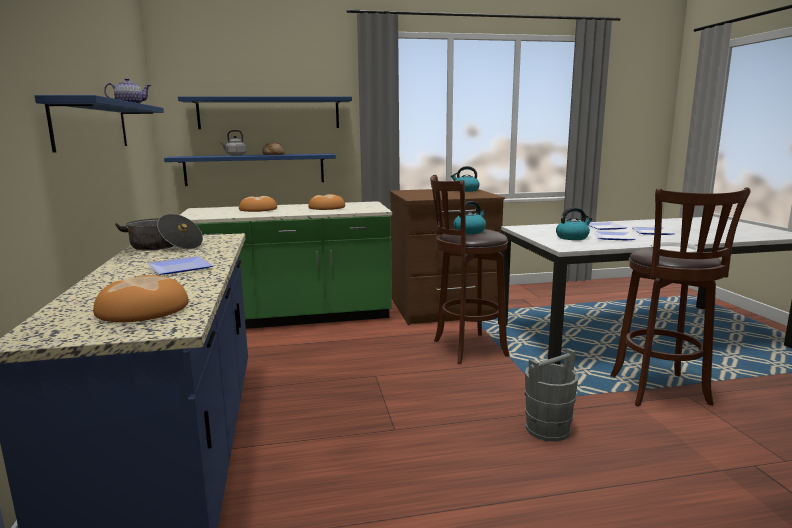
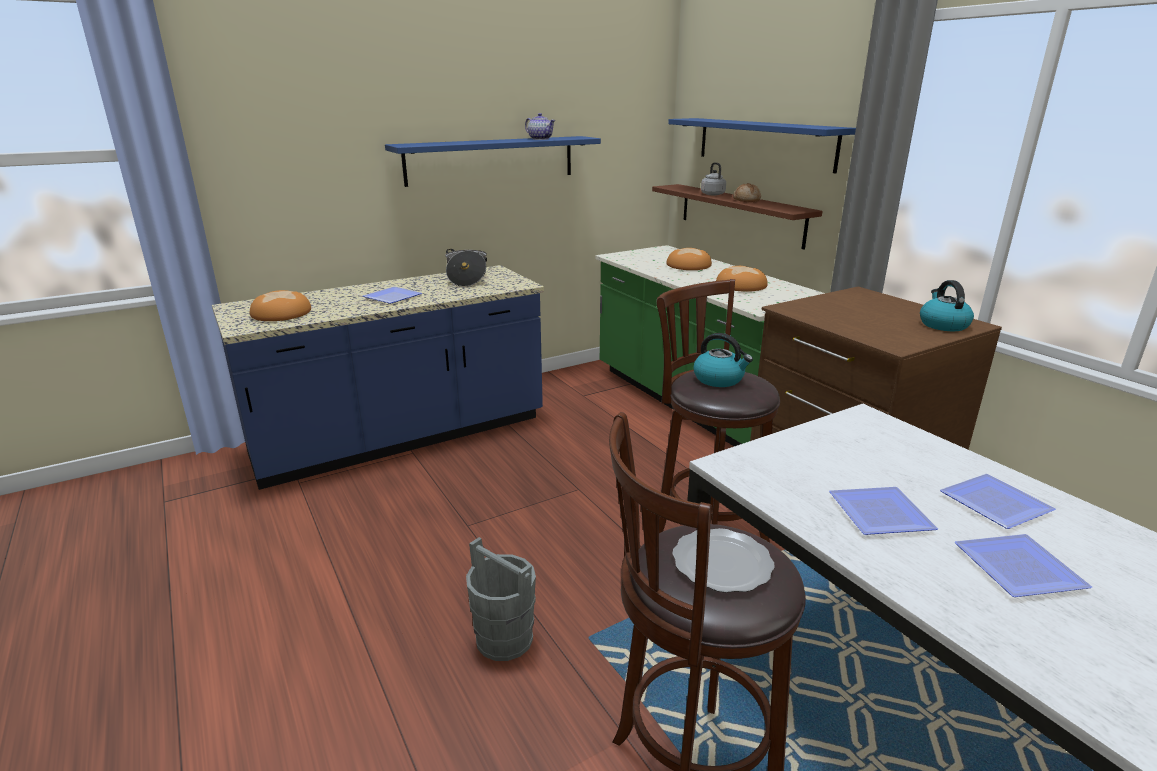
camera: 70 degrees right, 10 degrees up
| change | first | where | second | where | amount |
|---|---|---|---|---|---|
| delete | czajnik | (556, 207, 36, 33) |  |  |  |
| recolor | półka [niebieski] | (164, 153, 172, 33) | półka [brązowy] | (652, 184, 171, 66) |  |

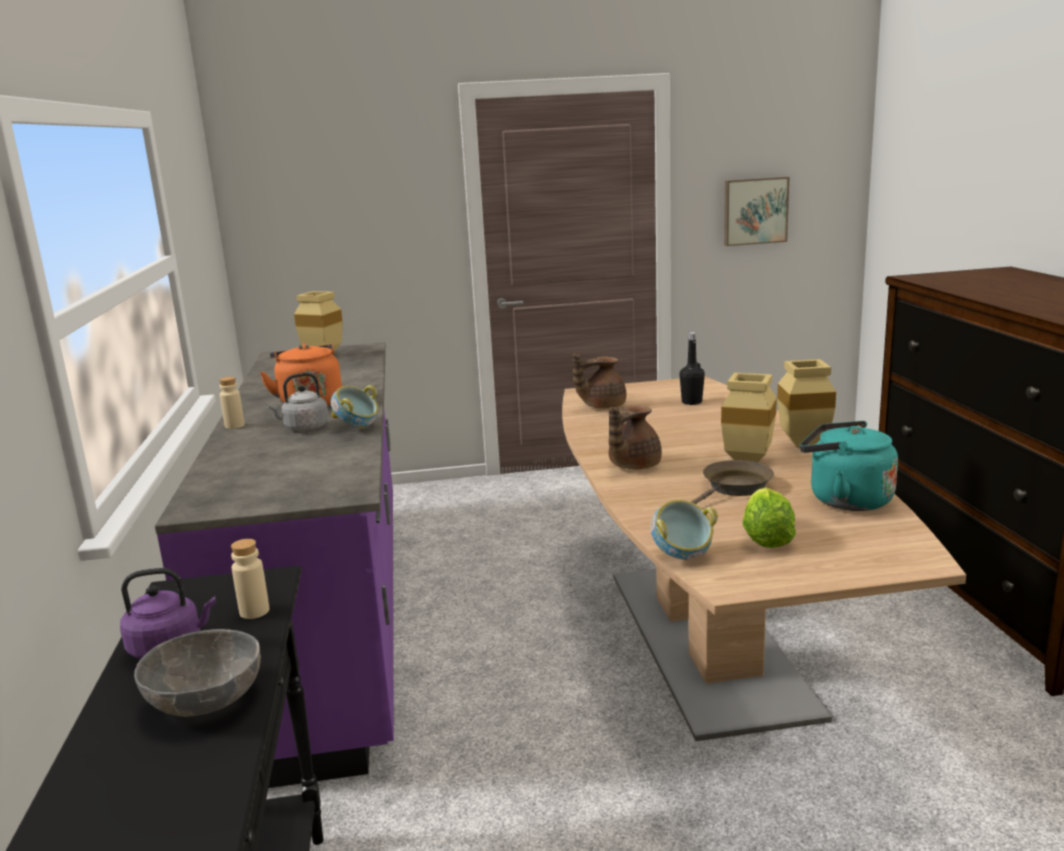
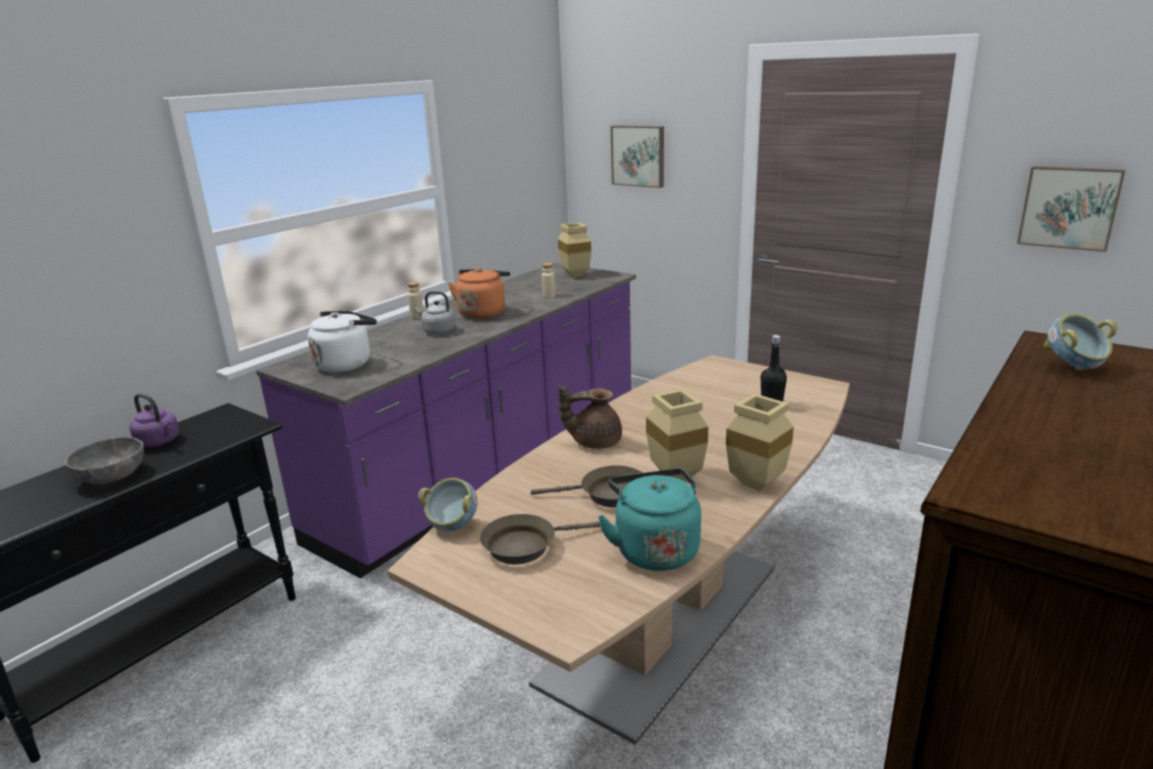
camera: 45 degrees right, 5 degrees up
| change | first | where | second | where | amount |
|---|---|---|---|---|---|
| delete | imbryk [brązowy] | (573, 353, 53, 56) |  |  |  |
| insert |  |  | czajnik [biały] | (308, 311, 69, 61) |  |
| insert |  |  | obraz | (610, 125, 54, 63) |  |
| move | butelka [beżowy] | (231, 539, 38, 80) |  | (542, 263, 13, 35) |  |
| move | miska | (331, 385, 47, 44) |  | (1044, 313, 74, 58) |  |
| replace | sałata | (743, 488, 53, 60) | patelnia [brązowy] | (480, 514, 121, 50) |  |

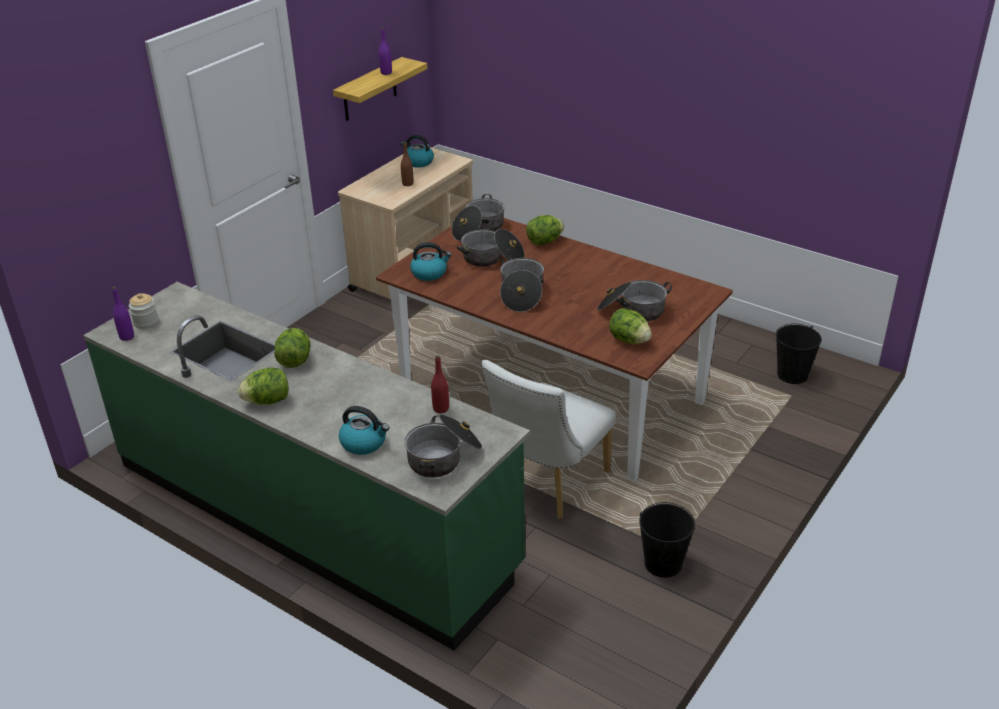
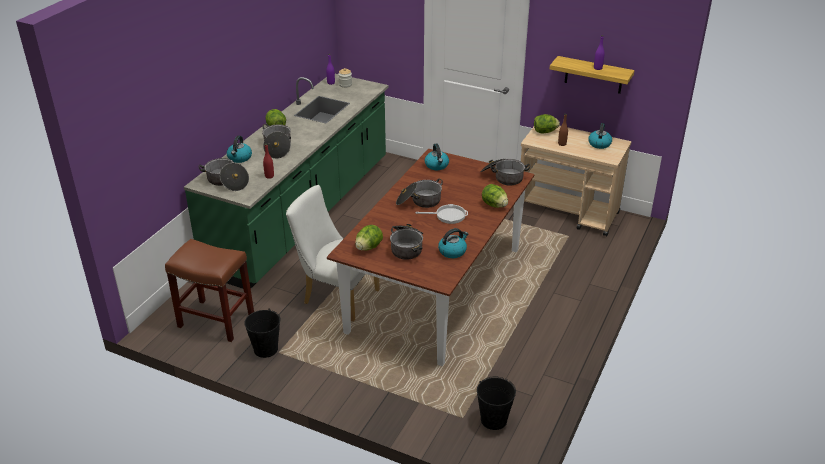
camera: 80 degrees right, 0 degrees up
| change | first | where | second | where | amount |
|---|---|---|---|---|---|
| insert |  |  | stołek [brązowy] | (165, 239, 89, 103) |  |
| insert |  |  | patelnia | (416, 204, 52, 20) |  |
| insert |  |  | czajnik | (438, 228, 30, 30) |  |
| move | sałata | (274, 328, 37, 40) |  | (534, 114, 26, 19) |  |
| move | garnek | (457, 229, 68, 38) |  | (262, 124, 29, 35) |  |

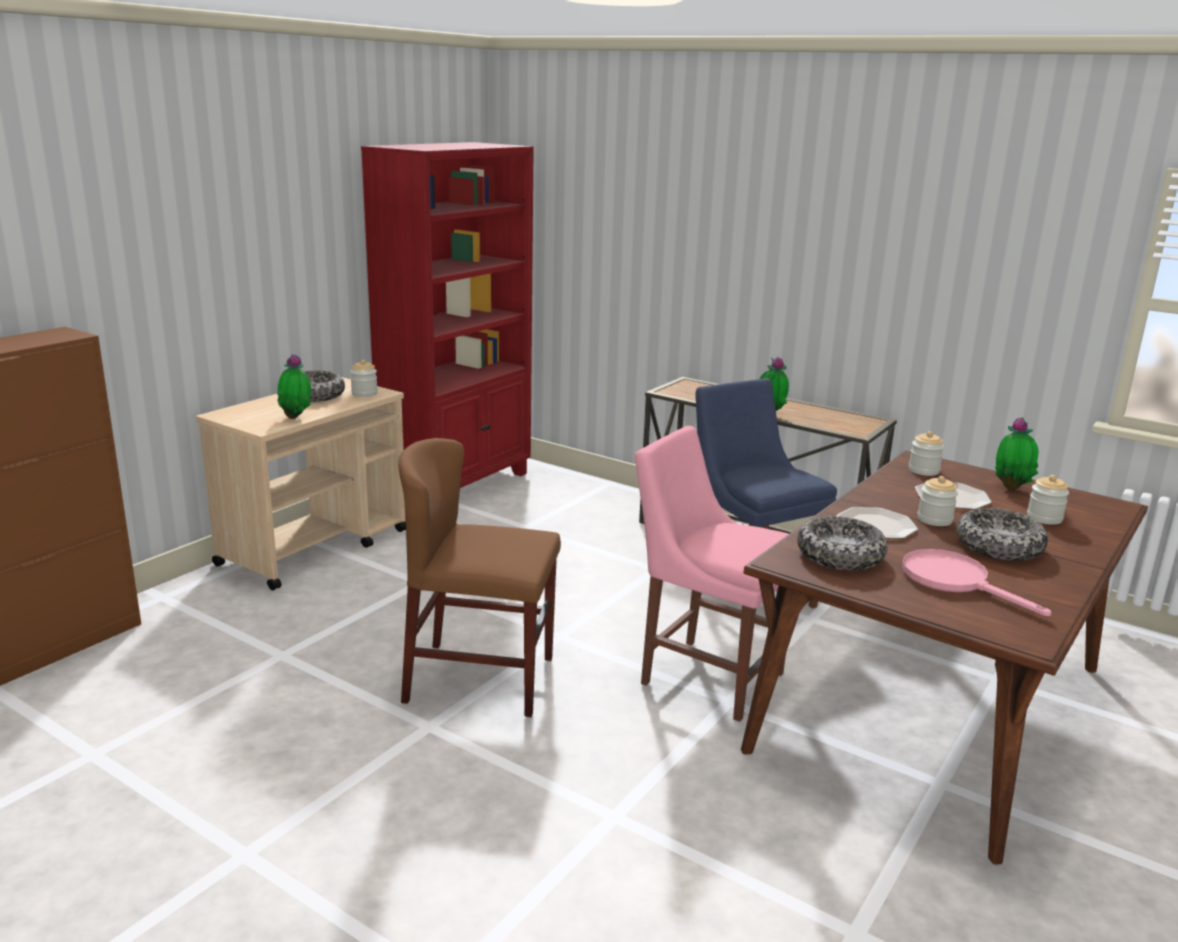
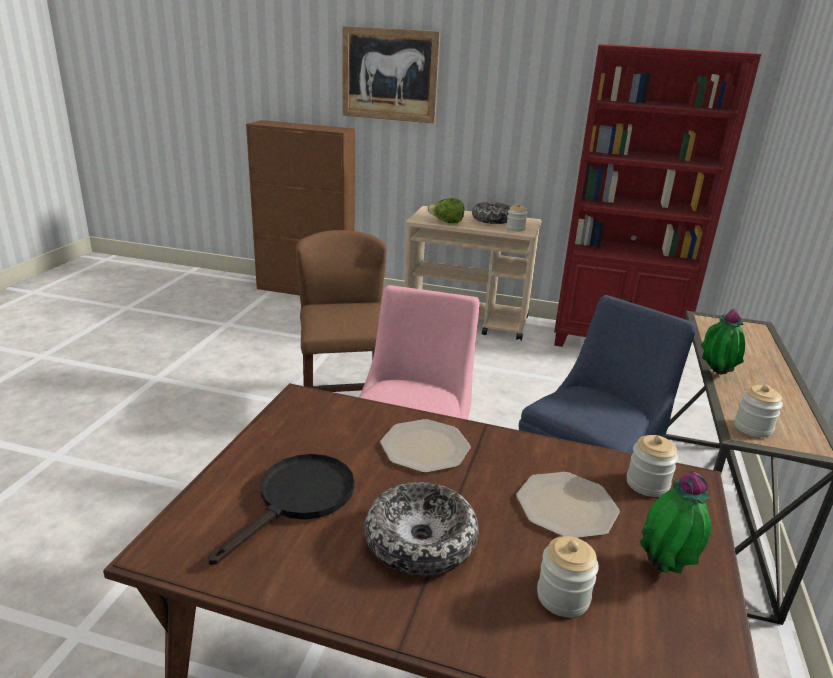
camera: 70 degrees right, 5 degrees up
| change | first | where | second | where | amount |
|---|---|---|---|---|---|
| delete | miska | (797, 516, 91, 54) |  |  |  |
| insert |  |  | obraz | (342, 26, 98, 98) |  |
| move | słoik | (917, 476, 41, 50) |  | (734, 385, 49, 53) |  |
| replace | roślina doniczkowa | (277, 354, 34, 65) | sałata | (427, 198, 37, 25) |  |
| recolor | patelnia [różowy] | (902, 549, 149, 67) | patelnia [czarny] | (209, 454, 145, 111) |  |

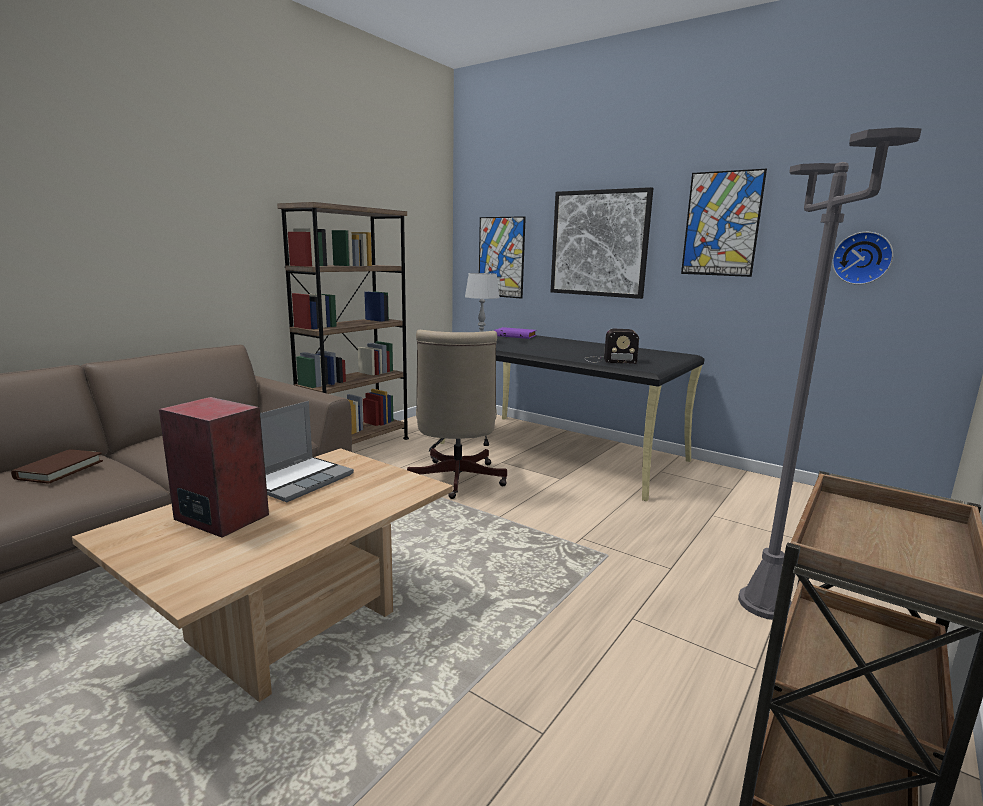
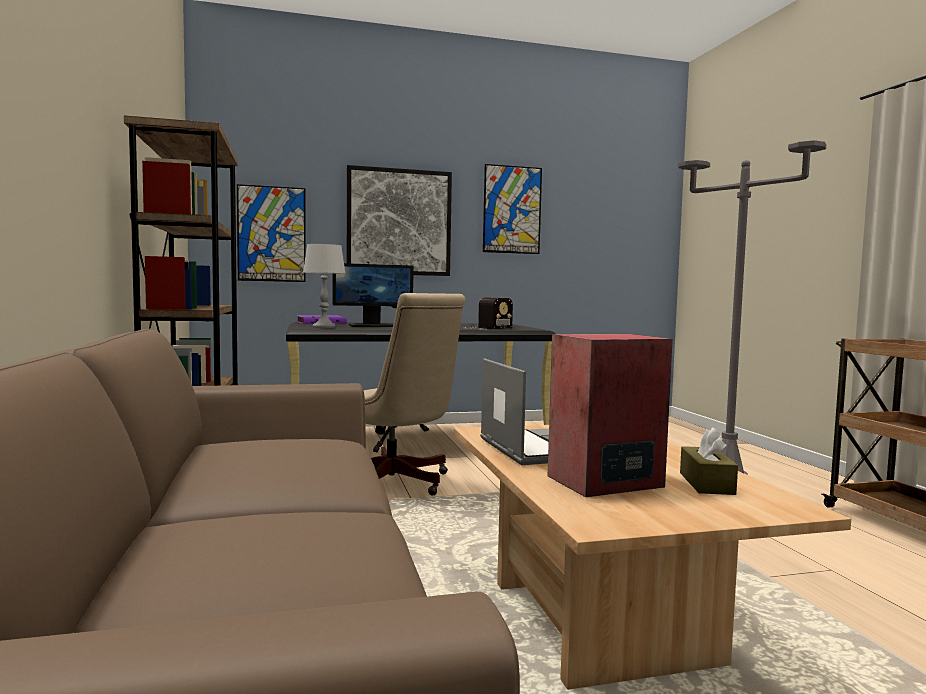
camera: 50 degrees left, 10 degrees down
| change | first | where | second | where | amount |
|---|---|---|---|---|---|
| delete | książka [brązowy] | (11, 449, 92, 35) |  |  |  |
| delete | zegar ścienny | (832, 232, 61, 53) |  |  |  |
| insert |  |  | monitor | (332, 263, 82, 64) |  |
| insert |  |  | pudełko chusteczek [brązowy] | (680, 427, 58, 68) |  |

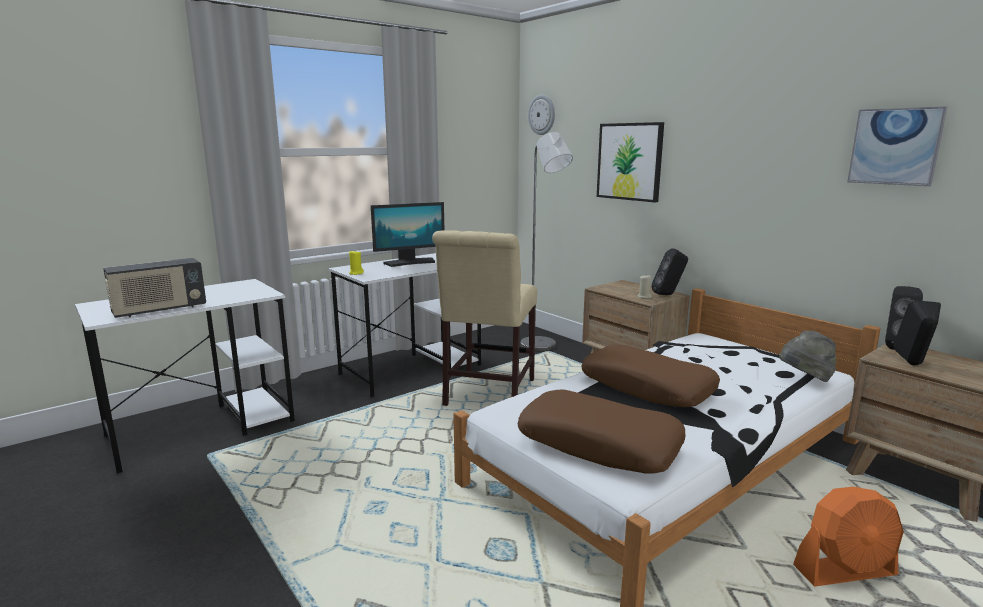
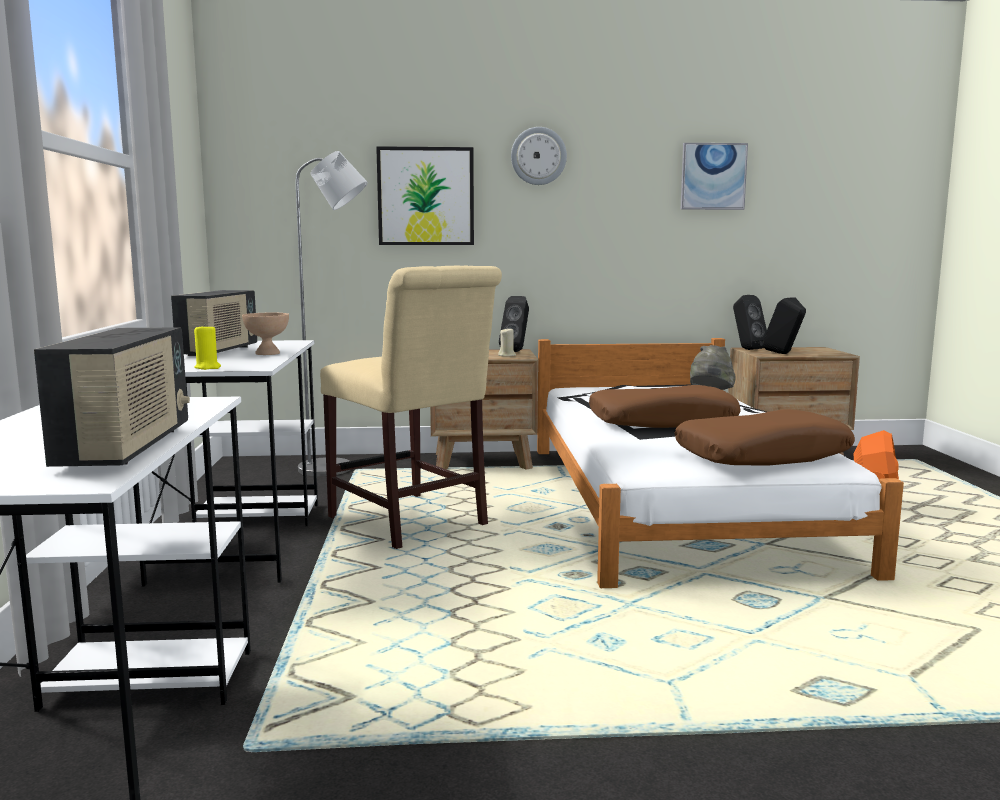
camera: 55 degrees left, 5 degrees down
| change | first | where | second | where | amount |
|---|---|---|---|---|---|
| insert |  |  | miska [beżowy] | (242, 313, 47, 42) |  |
| move | zegar ścienny | (528, 95, 27, 40) |  | (511, 127, 56, 58) |  |
| replace | monitor | (371, 202, 73, 65) | radio | (171, 290, 86, 66) |  |

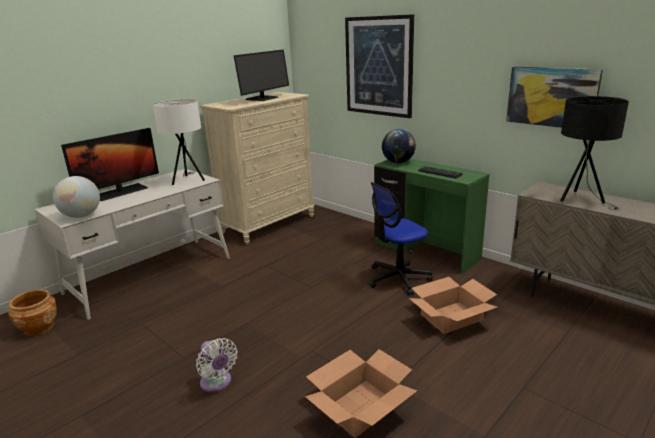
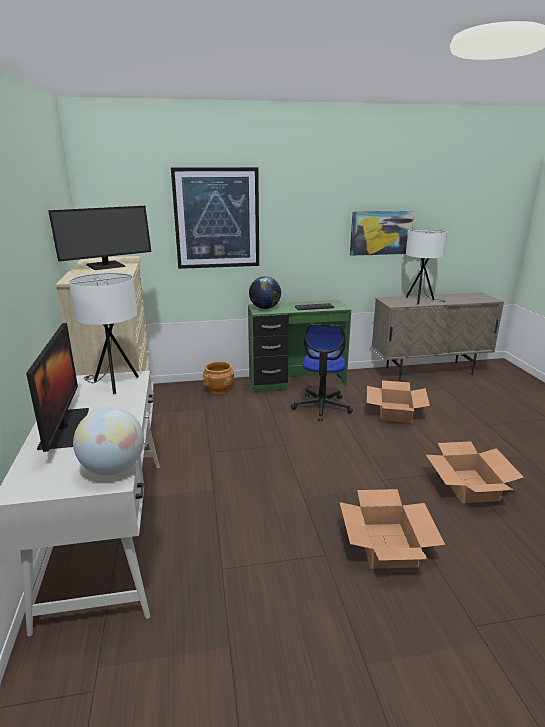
camera: 55 degrees left, 0 degrees up
| change | first | where | second | where | amount |
|---|---|---|---|---|---|
| move | donica [brązowy] | (8, 289, 49, 47) |  | (203, 361, 31, 33) |  |
| replace | wentylator [biały] | (196, 338, 42, 55) | karton | (340, 489, 105, 80) |  |
| recolor | lampa stołowa [czarny] | (560, 96, 69, 114) | lampa stołowa [biały] | (406, 229, 42, 75) |  |
| rotate | monitor | (233, 49, 56, 52) |  | (48, 206, 104, 64) | 75 degrees clockwise |

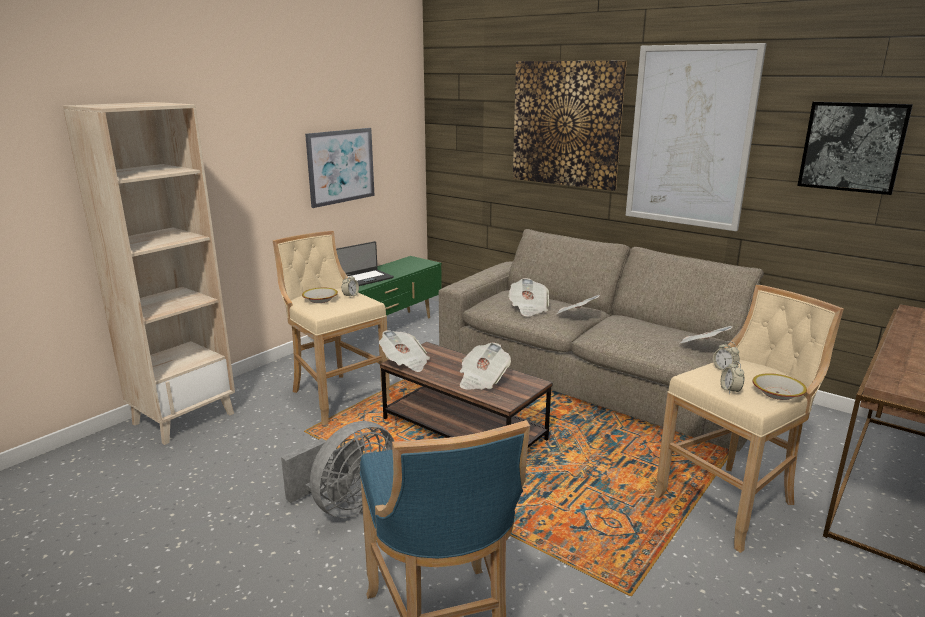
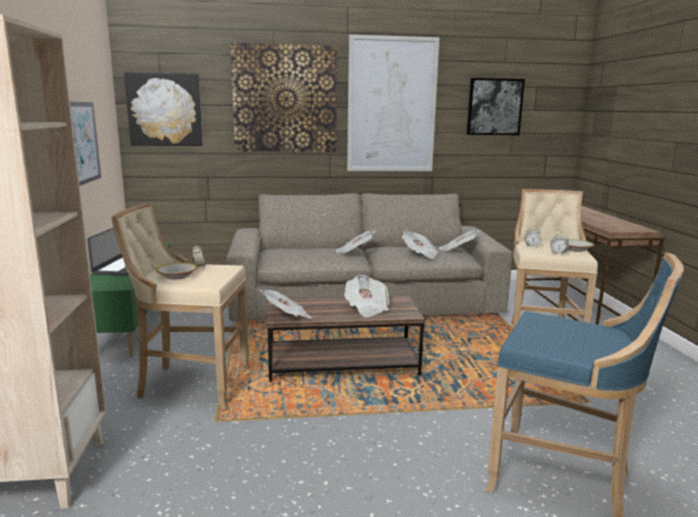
camera: 45 degrees left, 5 degrees down
| change | first | where | second | where | amount |
|---|---|---|---|---|---|
| delete | wentylator [szary] | (281, 421, 113, 97) |  |  |  |
| insert |  |  | obraz | (124, 72, 79, 74) |  |
| move | gazeta | (508, 278, 41, 39) |  | (402, 230, 37, 29) |  |

